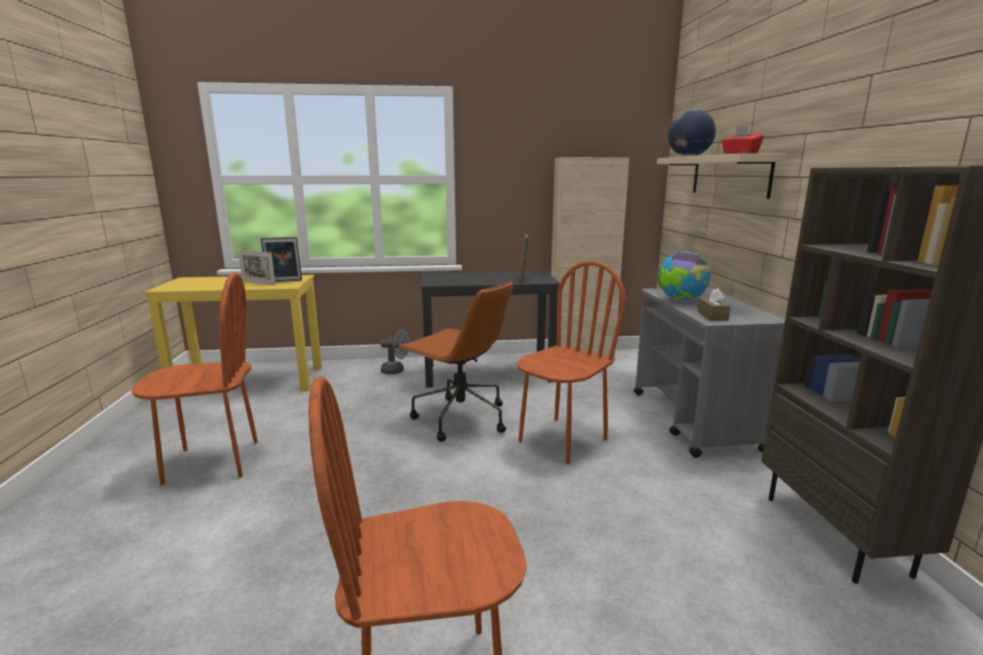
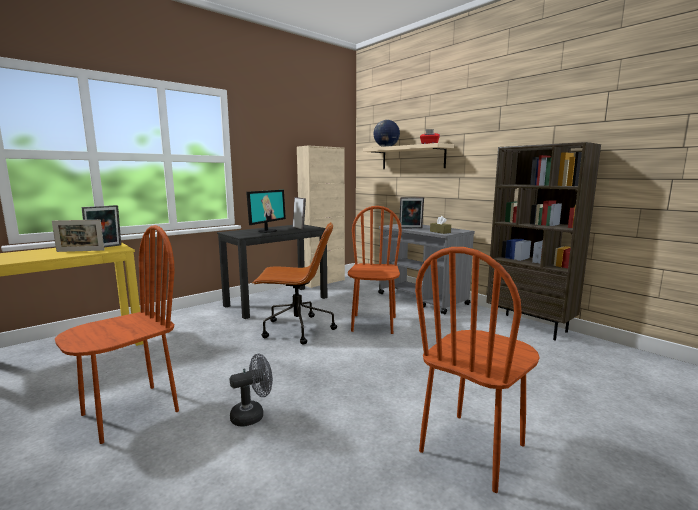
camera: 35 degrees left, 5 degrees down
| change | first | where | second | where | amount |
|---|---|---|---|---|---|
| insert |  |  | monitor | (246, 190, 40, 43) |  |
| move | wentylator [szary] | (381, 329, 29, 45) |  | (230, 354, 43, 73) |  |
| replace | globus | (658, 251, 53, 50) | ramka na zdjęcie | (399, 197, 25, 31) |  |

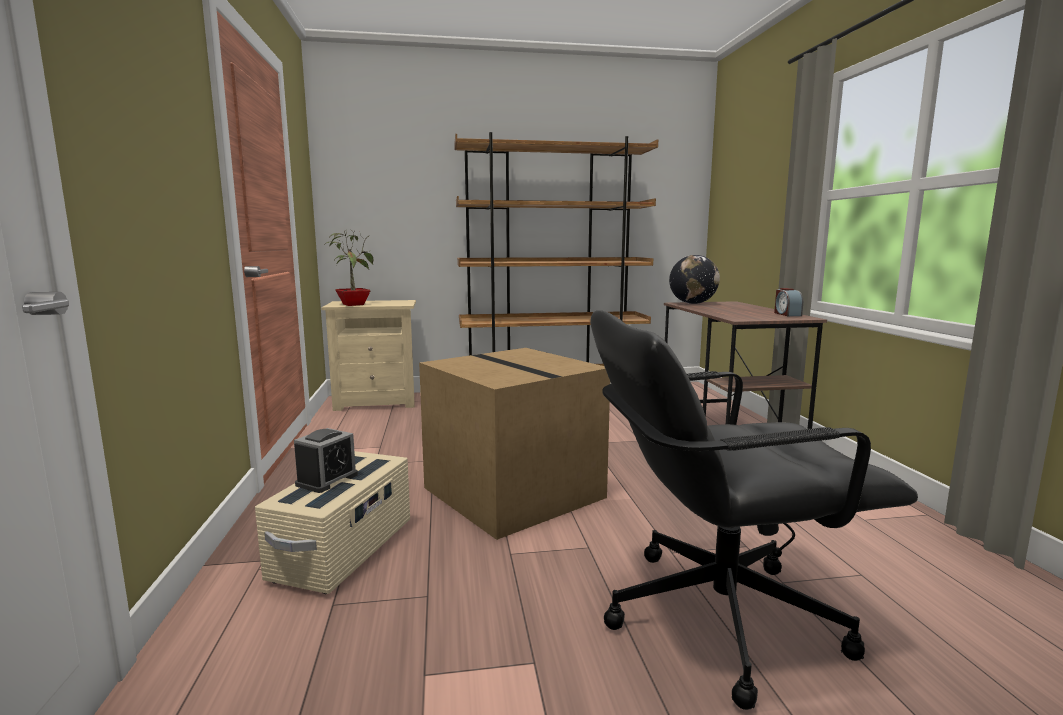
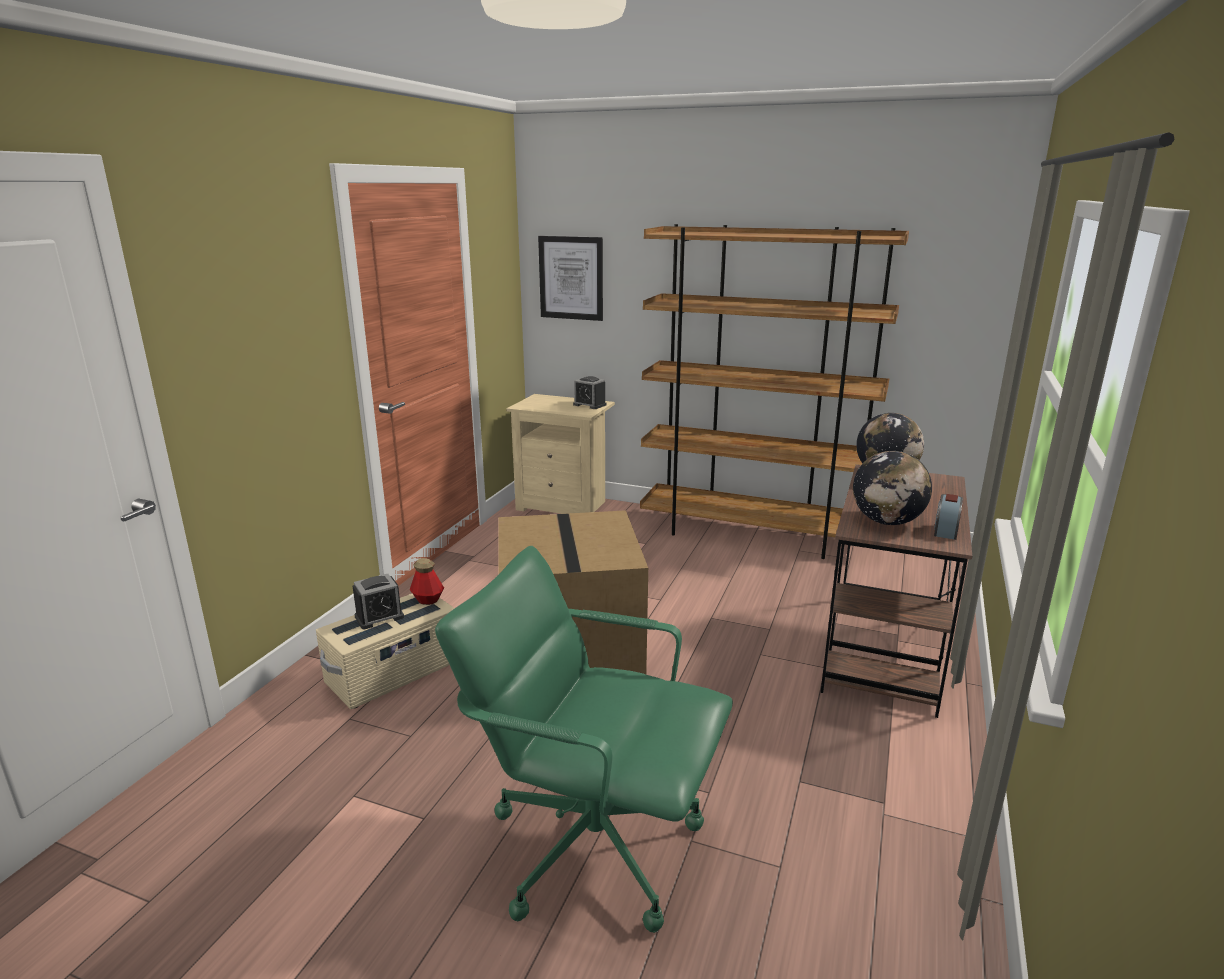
camera: 30 degrees right, 10 degrees up
| change | first | where | second | where | amount |
|---|---|---|---|---|---|
| delete | roślina doniczkowa | (323, 230, 51, 76) |  |  |  |
| insert |  |  | butelka | (410, 558, 34, 47) |  |
| insert |  |  | obraz | (538, 236, 65, 85) |  |
| insert |  |  | budzik | (573, 376, 33, 33) |  |
| insert |  |  | globus | (853, 451, 79, 74) |  |
| recolor | krzesło biurowe [czarny] | (590, 311, 328, 399) | krzesło biurowe [zielony] | (435, 546, 298, 387) |  |

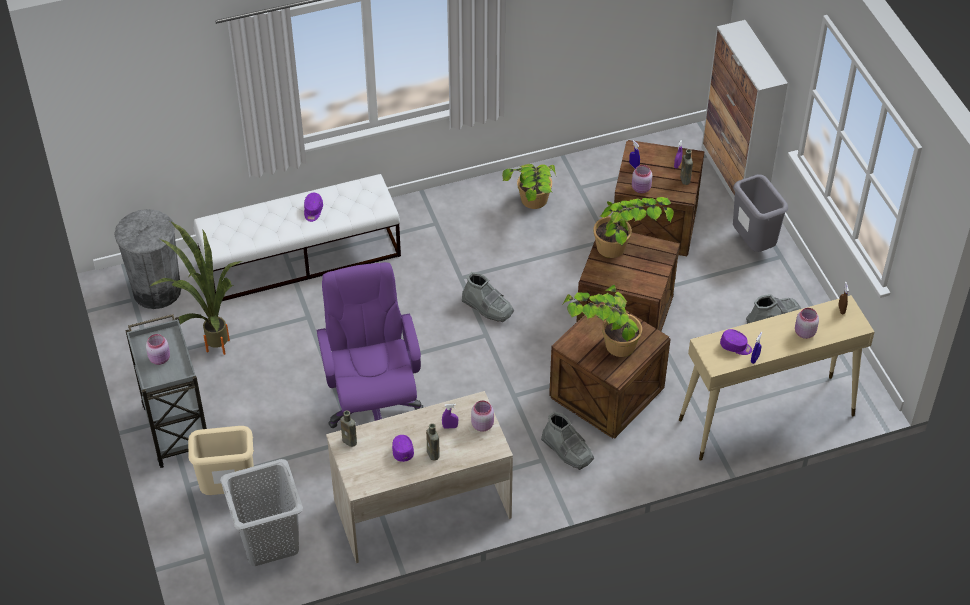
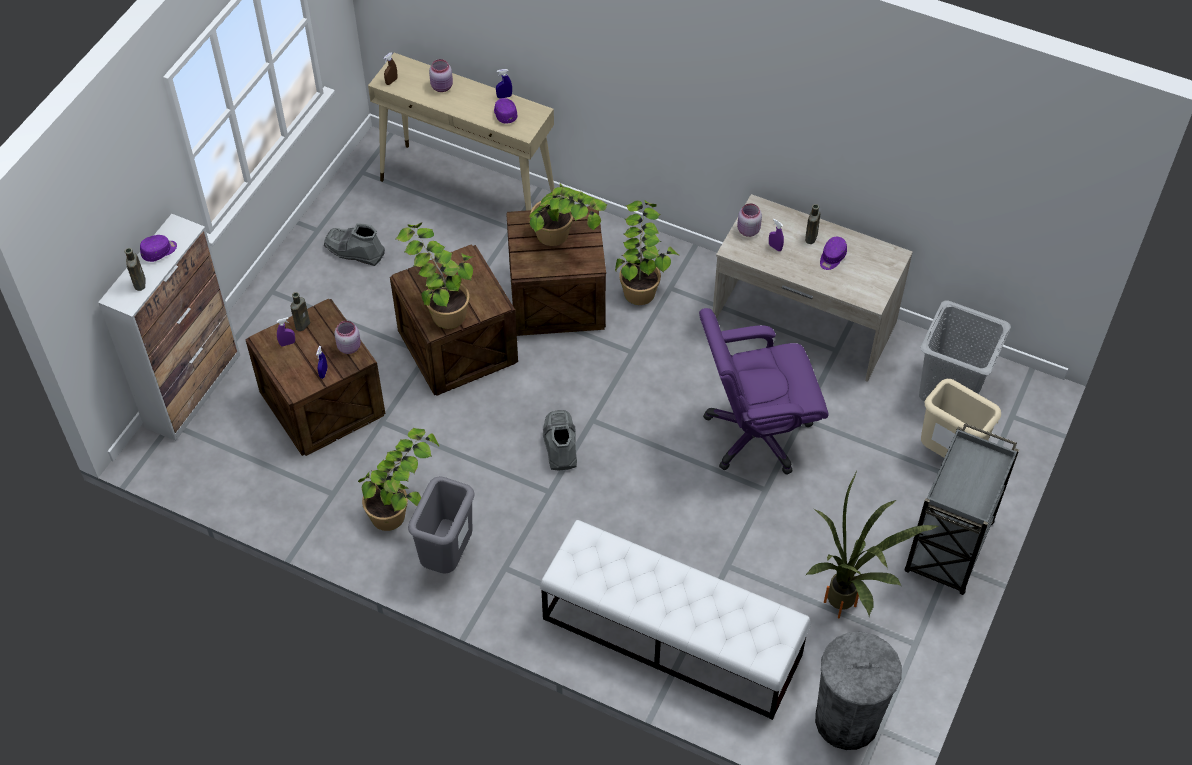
camera: 135 degrees left, 5 degrees up
| change | first | where | second | where | amount |
|---|---|---|---|---|---|
| delete | słoik [różowy] | (146, 334, 24, 31) |  |  |  |
| move | czapka z daszkiem [fioletowy] | (304, 193, 19, 29) |  | (140, 235, 37, 27) |  |
| move | butelka [brązowy] | (340, 411, 17, 36) |  | (125, 248, 20, 43) |  |
| move | kosz na śmieci [szary] | (733, 174, 55, 78) |  | (408, 476, 67, 98) |  |
| replace | but z cholewką [szary] | (541, 411, 53, 59) | roślina doniczkowa | (615, 200, 65, 105) |  |
| rotate | krzesło biurowe [fioletowy] | (317, 262, 106, 166) |  | (699, 308, 130, 167) | 45 degrees clockwise |

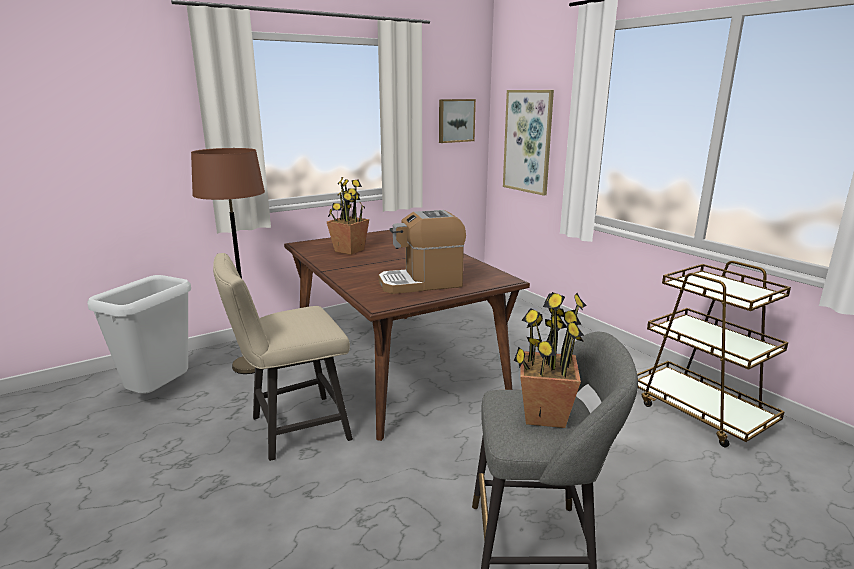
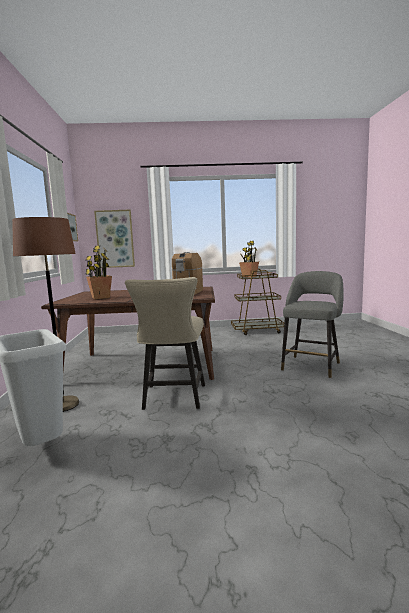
camera: 60 degrees left, 10 degrees down
| change | first | where | second | where | amount |
|---|---|---|---|---|---|
| move | roślina doniczkowa | (514, 292, 73, 136) |  | (239, 241, 20, 37) |  |

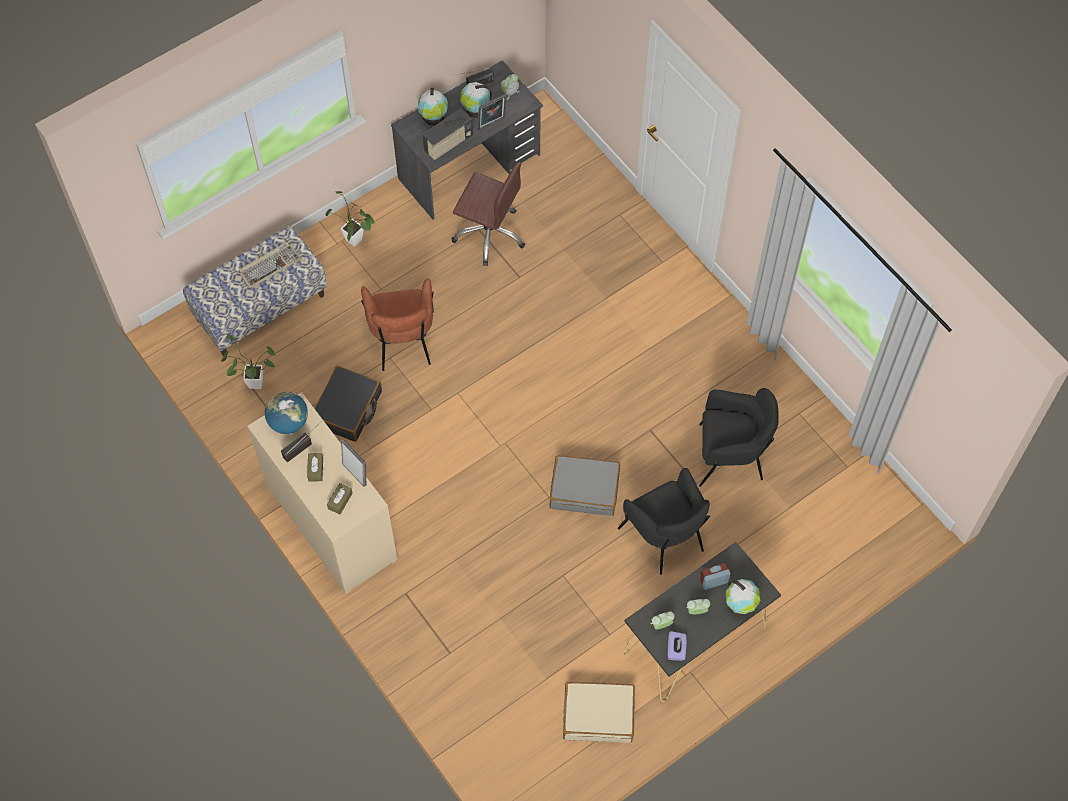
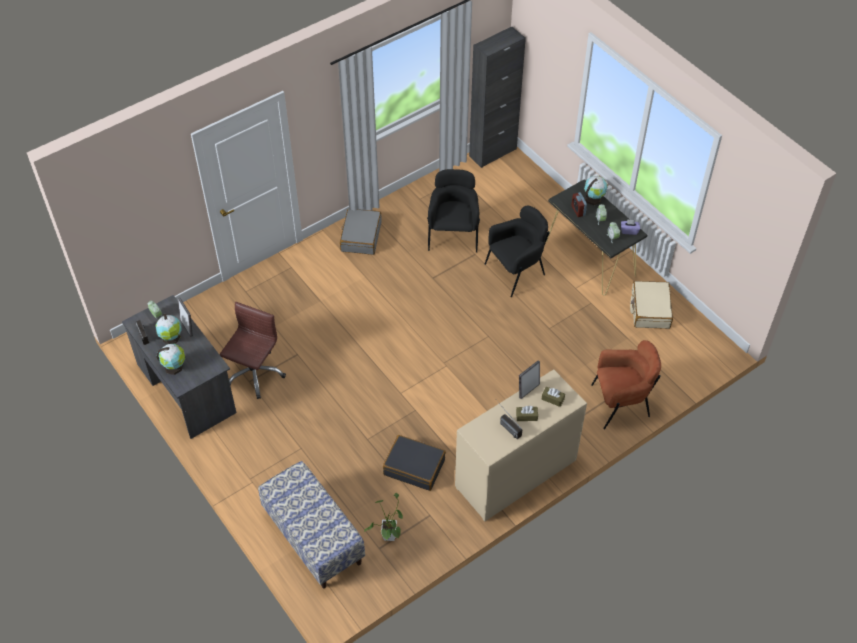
camera: 90 degrees left, 10 degrees down
| change | first | where | second | where | amount |
|---|---|---|---|---|---|
| delete | klawiatura | (239, 242, 63, 47) |  |  |  |
| delete | globus | (265, 391, 43, 43) |  |  |  |
| delete | roślina doniczkowa | (325, 191, 50, 56) |  |  |  |
| delete | radio | (422, 108, 51, 53) |  |  |  |
| insert |  |  | szafka [czarny] | (469, 27, 57, 141) |  |
| move | fotel [brązowy] | (361, 278, 73, 93) |  | (591, 340, 70, 89) |  |
| move | walizka [szary] | (550, 455, 70, 61) |  | (340, 209, 42, 46) |  |

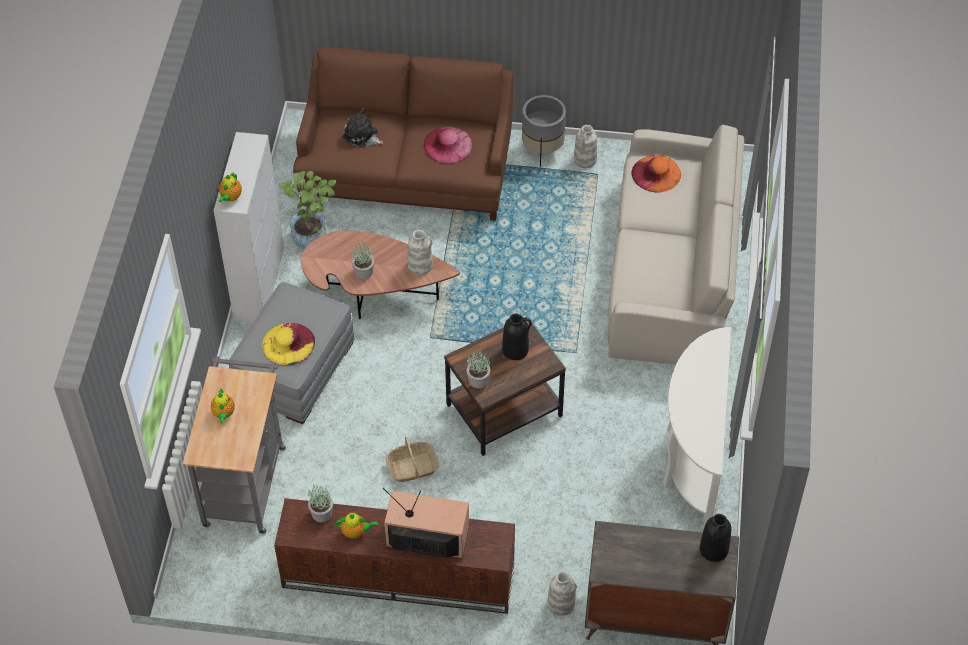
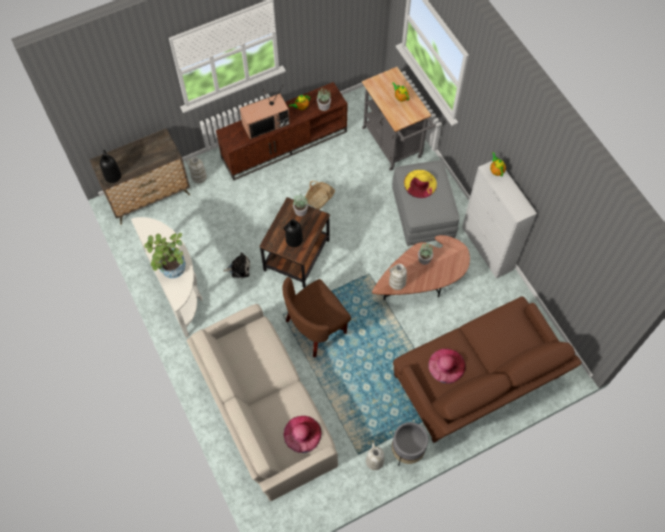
camera: 145 degrees right, 10 degrees up
| change | first | where | second | where | amount |
|---|---|---|---|---|---|
| insert |  |  | fotel [brązowy] | (282, 277, 69, 80) |  |
| move | roślina doniczkowa | (278, 171, 58, 78) |  | (144, 233, 42, 45) |  |
| move | pluszak | (343, 108, 40, 39) |  | (223, 252, 27, 26) |  |
| recolor | kapelusz [pomarańczowy] | (632, 155, 49, 38) | kapelusz [różowy] | (284, 416, 37, 37) |  |

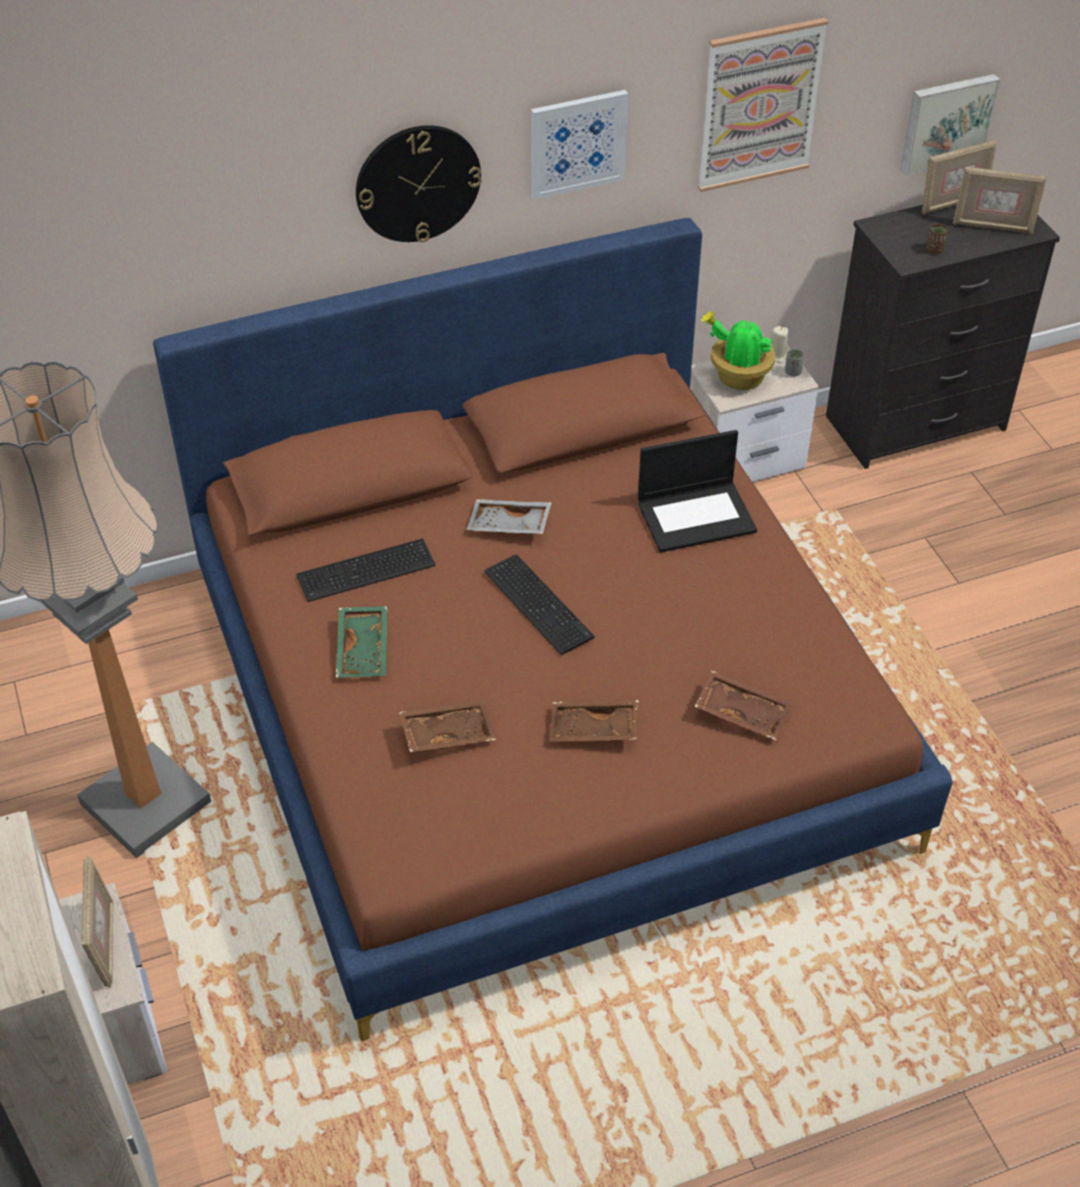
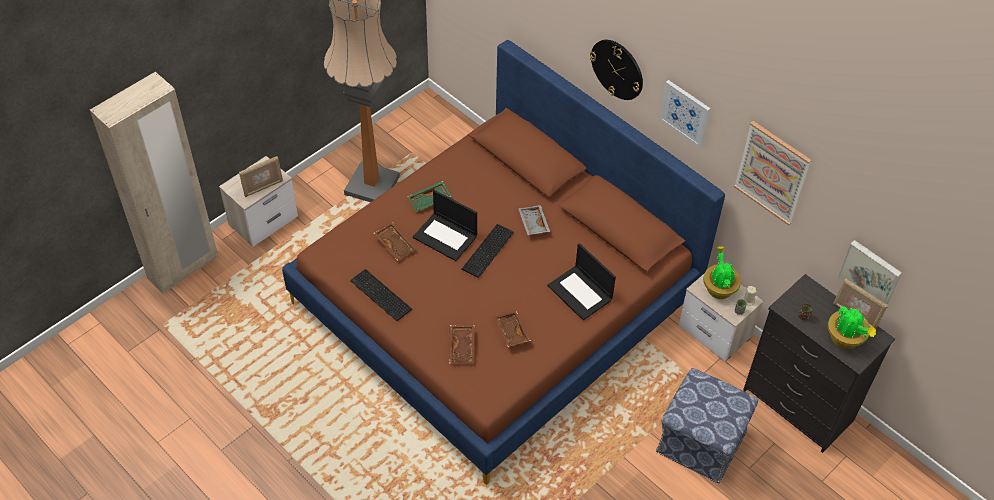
camera: 65 degrees right, 5 degrees up
| change | first | where | second | where | amount |
|---|---|---|---|---|---|
| insert |  |  | laptop | (413, 190, 64, 71) |  |
| insert |  |  | pufa | (656, 368, 102, 115) |  |
| move | klawiatura | (296, 538, 140, 64) |  | (350, 269, 62, 52) |  |
| move | taca [brązowy] | (549, 700, 90, 41) |  | (494, 311, 37, 36) |  |
| replace | ramka na zdjęcie | (953, 167, 94, 67) | roślina doniczkowa | (828, 306, 48, 43) |  |

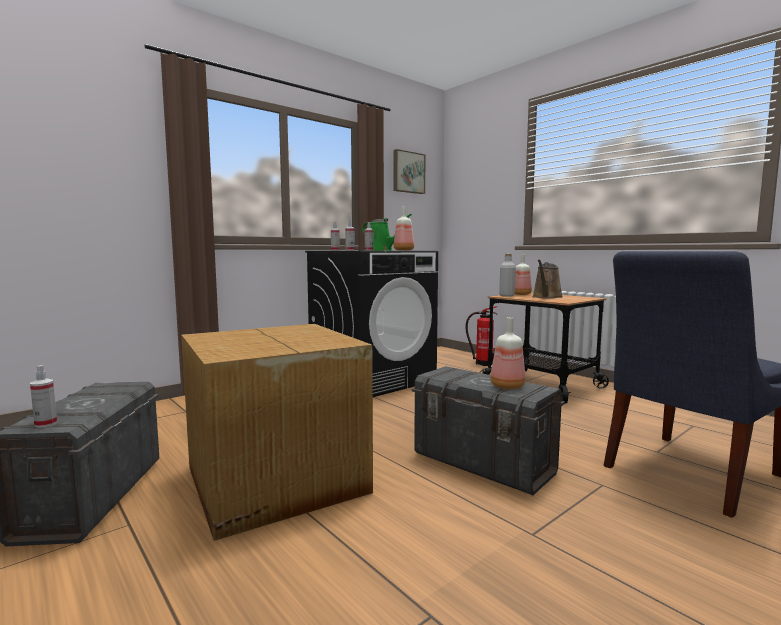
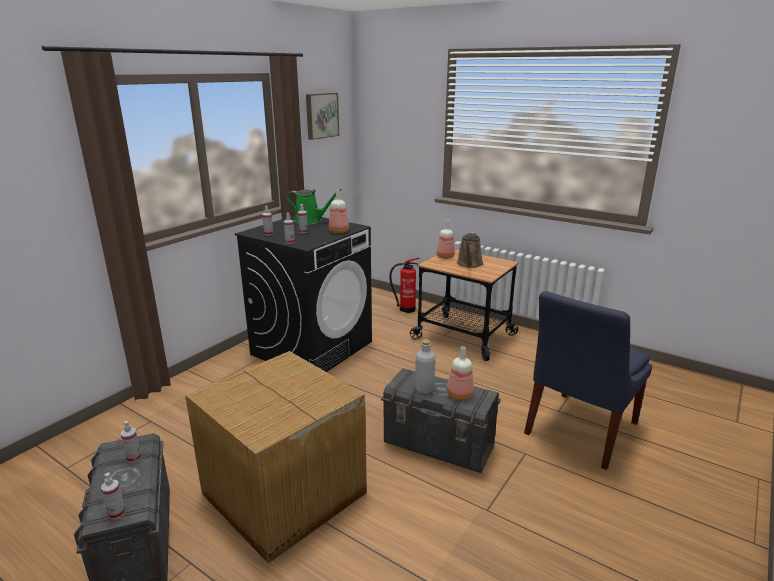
camera: 15 degrees left, 15 degrees up
| change | first | where | second | where | amount |
|---|---|---|---|---|---|
| insert |  |  | spryskiwacz | (121, 421, 20, 42) |  |
| move | butelka [szary] | (499, 254, 17, 43) |  | (415, 339, 20, 55) |  |

